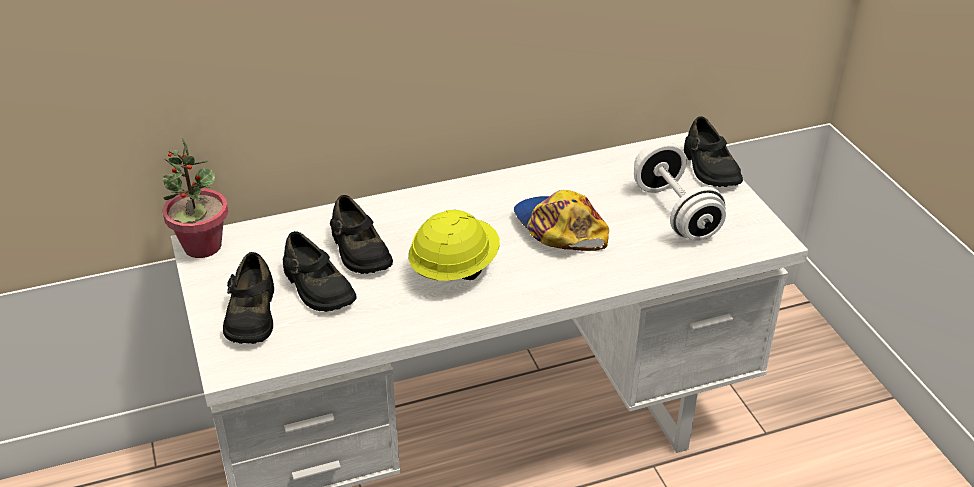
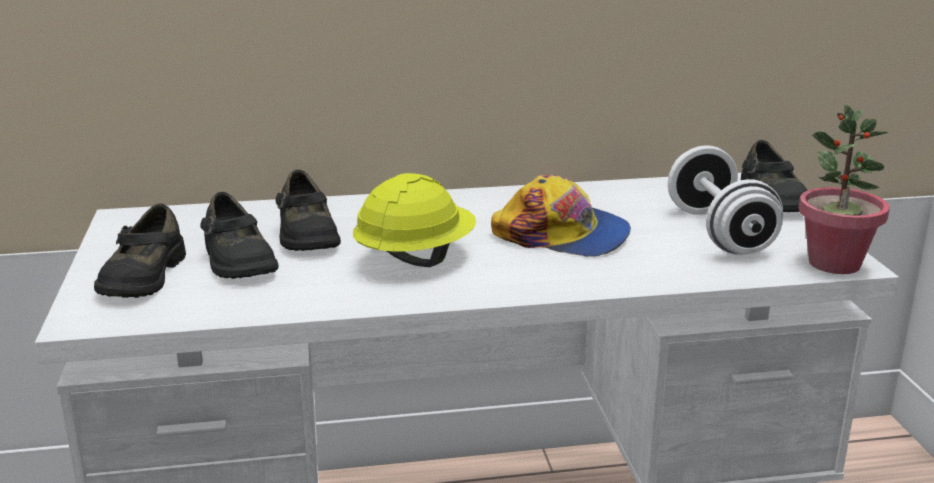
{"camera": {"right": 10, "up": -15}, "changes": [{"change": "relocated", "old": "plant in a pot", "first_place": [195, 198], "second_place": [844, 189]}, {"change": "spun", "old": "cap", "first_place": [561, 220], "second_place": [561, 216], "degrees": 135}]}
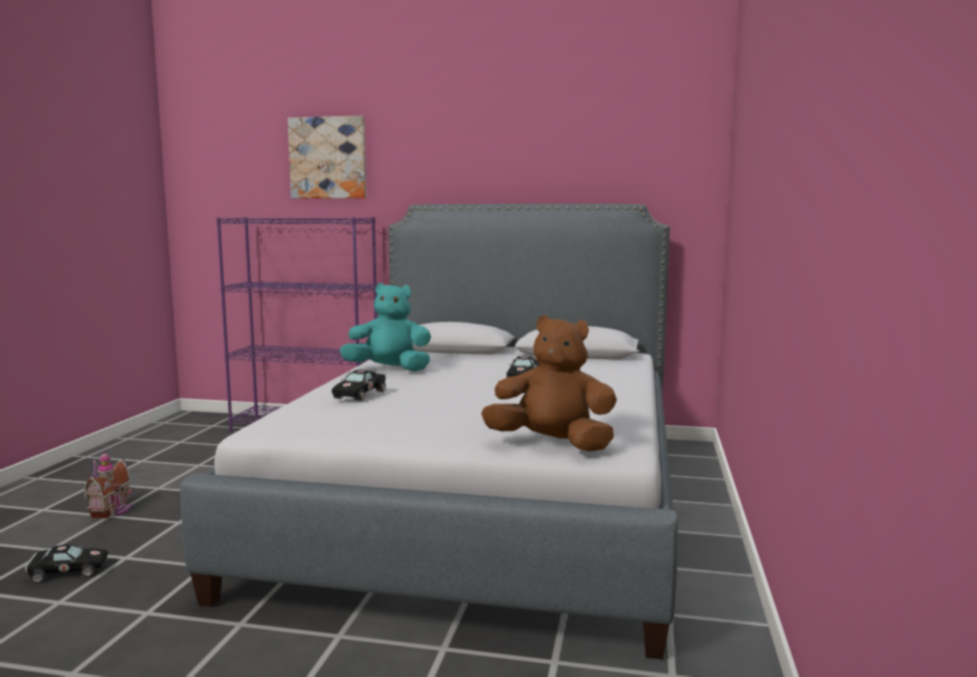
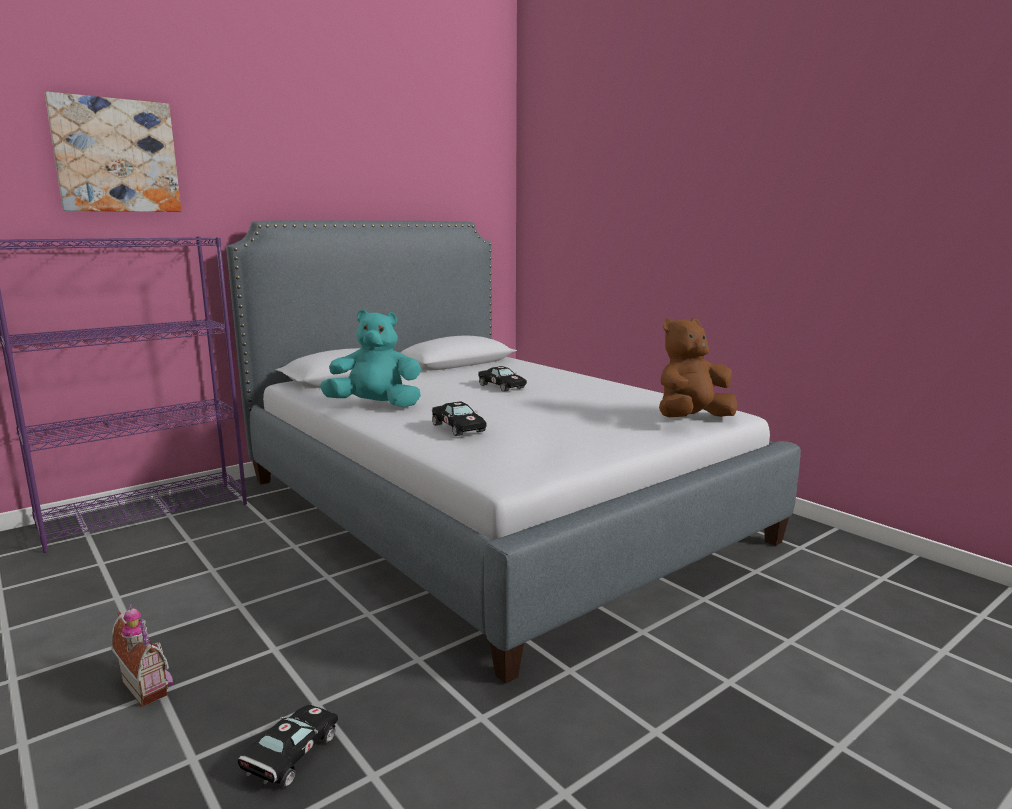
{"camera": {"right": -50, "up": 5}, "changes": [{"change": "spun", "old": "soft toy/blue-green", "first_place": [385, 327], "second_place": [370, 358], "degrees": 45}]}
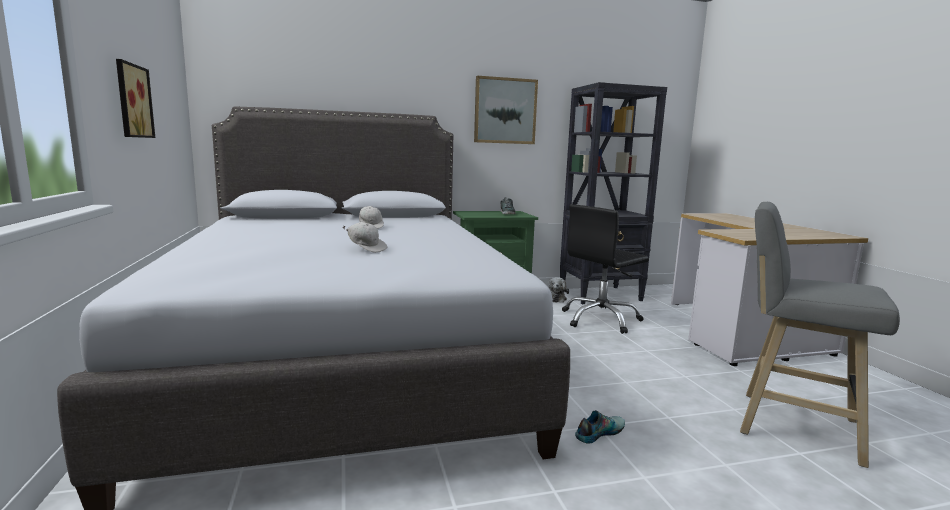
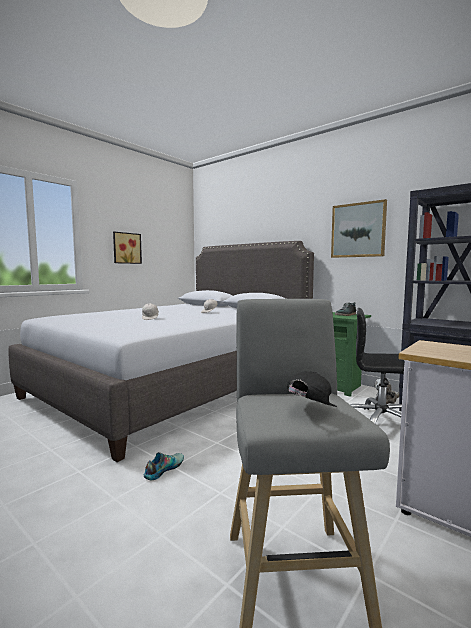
{"camera": {"right": 55, "up": -5}, "changes": [{"change": "spun", "old": "shoe", "first_place": [600, 427], "second_place": [164, 466], "degrees": -75}, {"change": "appeared", "new": "cap/blackish", "second_place": [312, 389]}]}
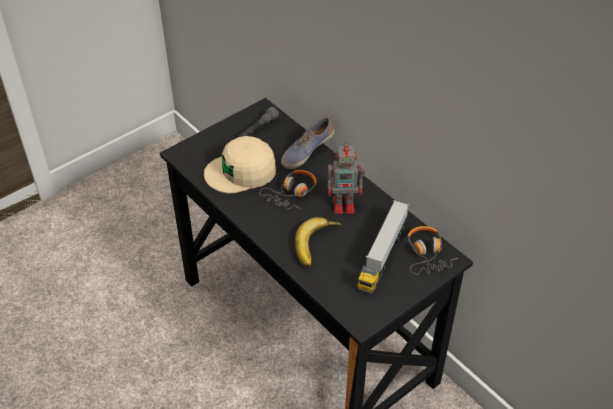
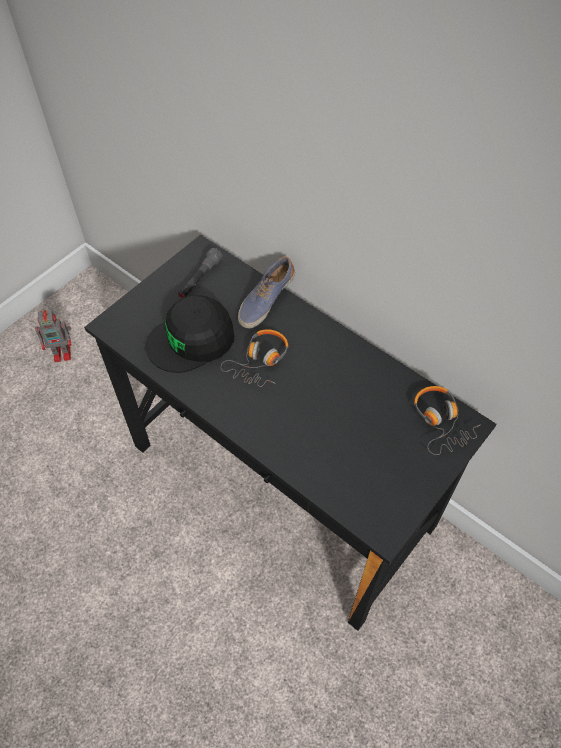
{"camera": {"right": -10, "up": 10}, "changes": [{"change": "colour", "old": "cap/sand-coloured", "new": "cap/blackish", "first_place": [240, 164], "second_place": [189, 334]}, {"change": "missing", "old": "banana fruit", "first_place": [318, 242]}, {"change": "relocated", "old": "robot figure", "first_place": [346, 178], "second_place": [53, 336]}, {"change": "missing", "old": "toy lorry", "first_place": [383, 247]}]}
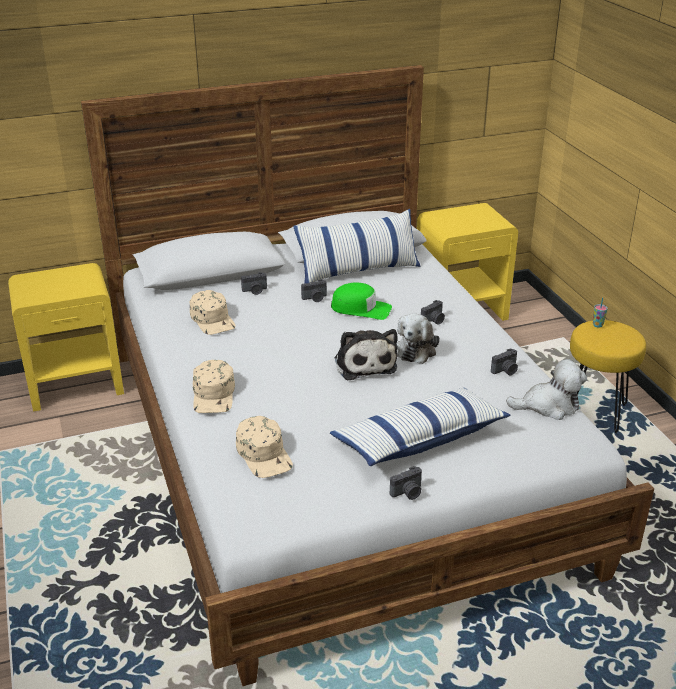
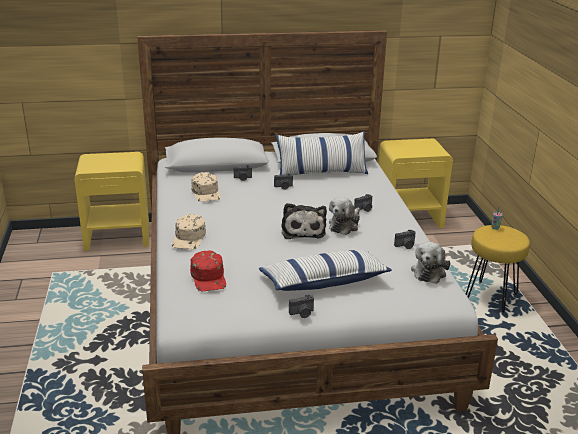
{"camera": {"right": 10, "up": -5}, "changes": [{"change": "colour", "old": "cap/sand-coloured", "new": "cap/red", "first_place": [264, 447], "second_place": [208, 270]}, {"change": "missing", "old": "cap/green", "first_place": [361, 301]}, {"change": "spun", "old": "soft toy", "first_place": [546, 389], "second_place": [430, 263], "degrees": 105}]}
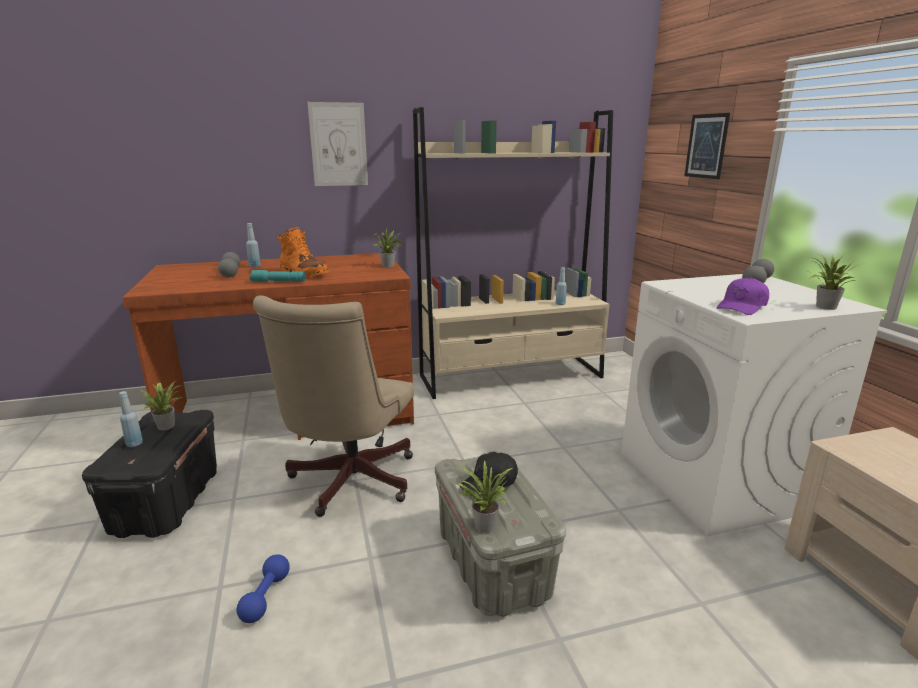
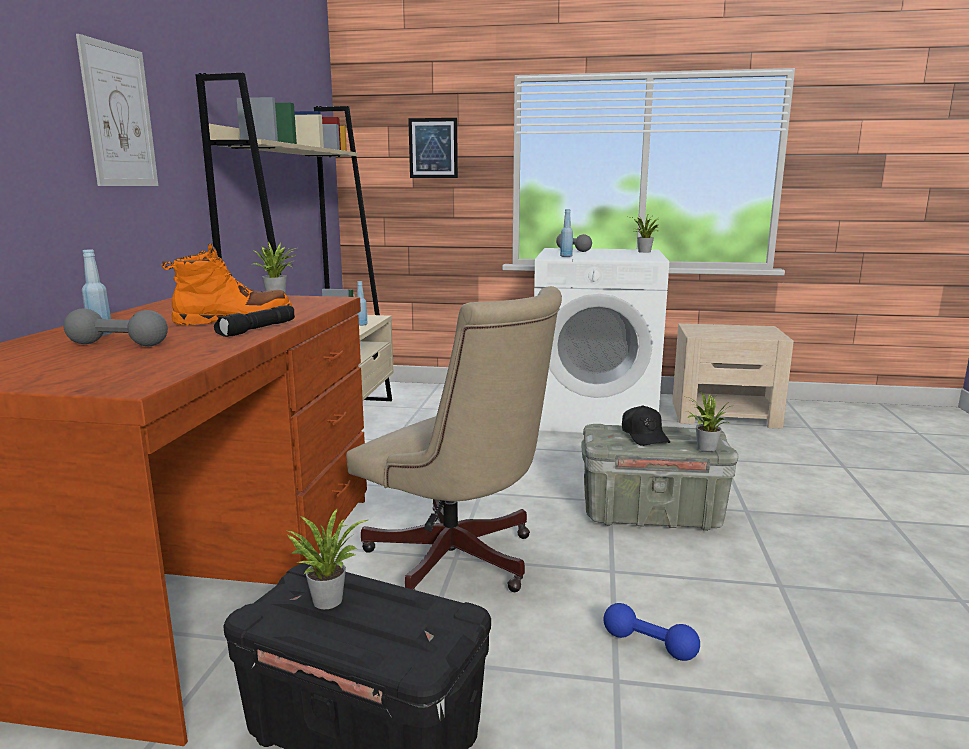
{"camera": {"right": -65, "up": -5}, "changes": [{"change": "relocated", "old": "bottle/bluish", "first_place": [131, 419], "second_place": [566, 233]}, {"change": "colour", "old": "torch/blue-green", "new": "torch/blackish", "first_place": [277, 276], "second_place": [254, 321]}, {"change": "missing", "old": "cap/purplish", "first_place": [742, 296]}]}
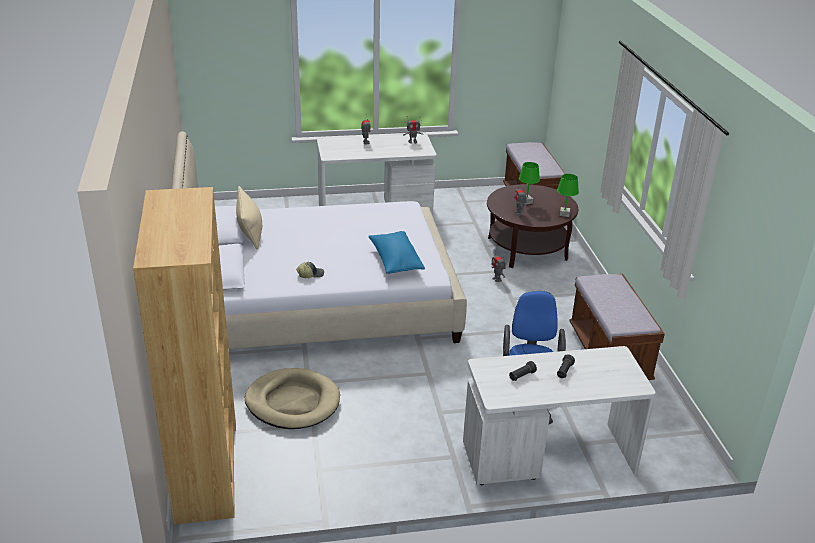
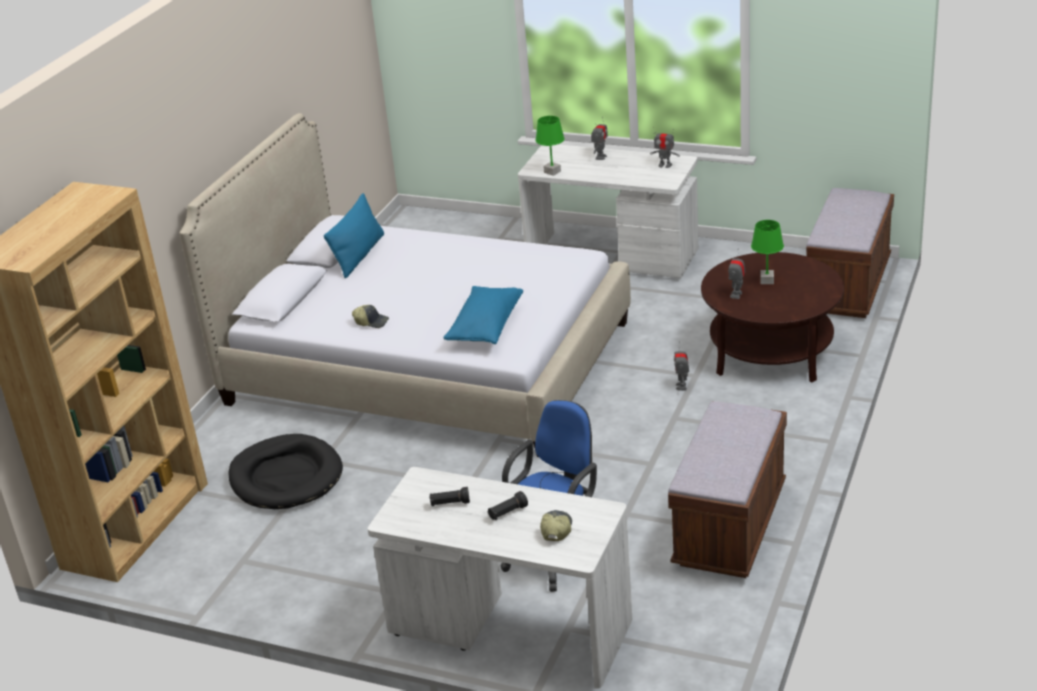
{"camera": {"right": 35, "up": 0}, "changes": [{"change": "colour", "old": "cushion/sand-coloured", "new": "cushion/bluish", "first_place": [249, 217], "second_place": [354, 235]}, {"change": "colour", "old": "dog cushion/sand-coloured", "new": "dog cushion/blackish", "first_place": [292, 398], "second_place": [286, 471]}, {"change": "relocated", "old": "table lamp/green", "first_place": [568, 195], "second_place": [550, 146]}, {"change": "appeared", "new": "cap", "second_place": [556, 525]}]}
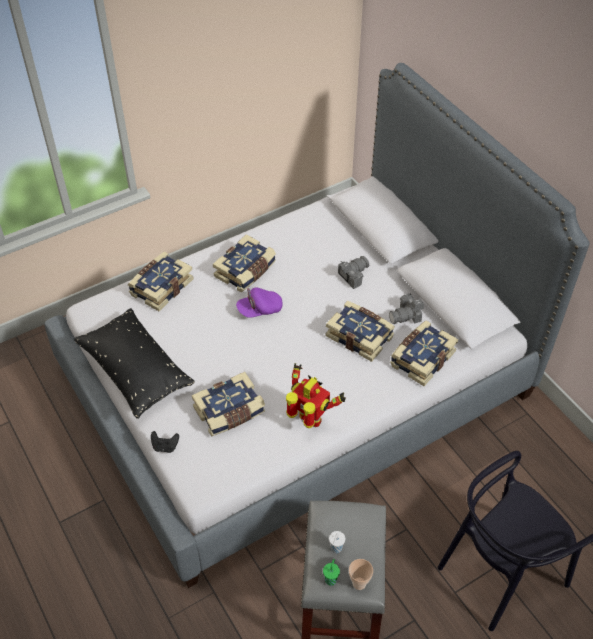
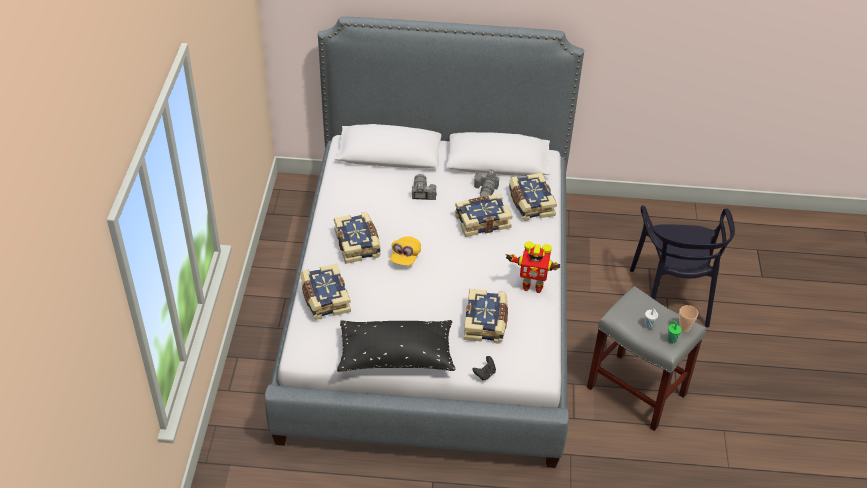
{"camera": {"right": -55, "up": -5}, "changes": [{"change": "colour", "old": "cap/purplish", "new": "cap/yellowish", "first_place": [259, 302], "second_place": [405, 251]}, {"change": "spun", "old": "robot figure", "first_place": [316, 395], "second_place": [533, 267], "degrees": -150}]}
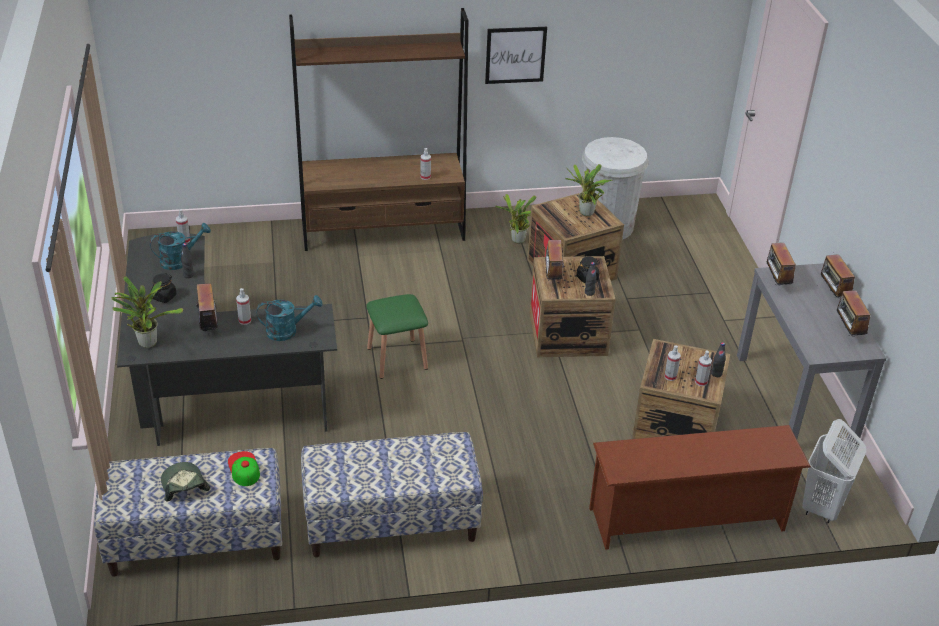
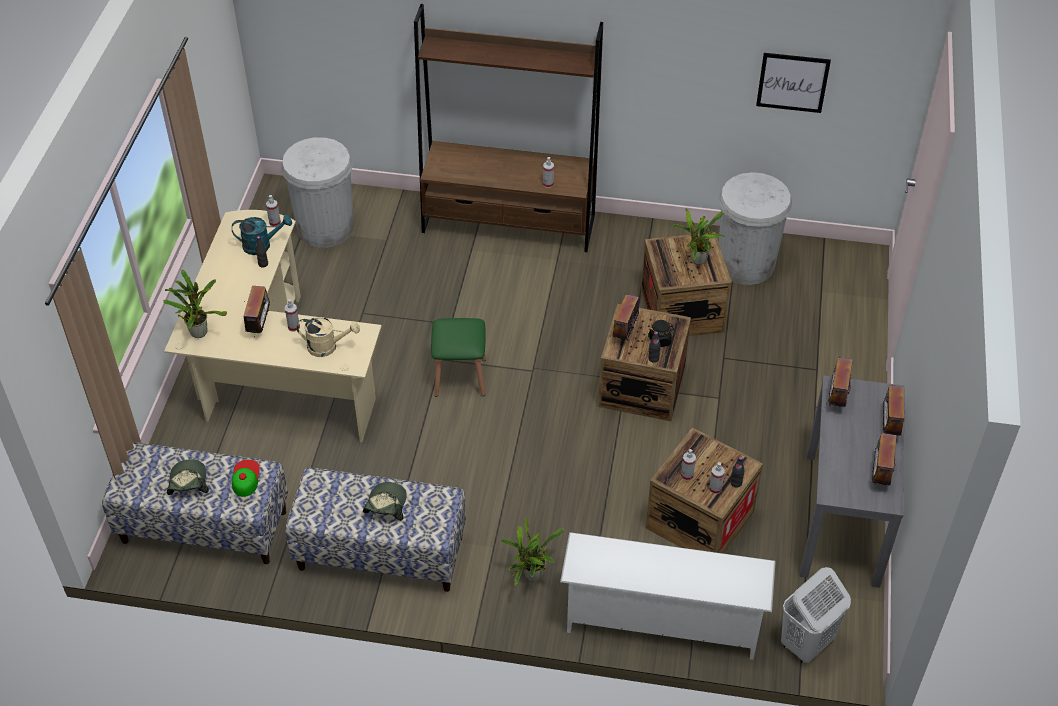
{"camera": {"right": 20, "up": 10}, "changes": [{"change": "colour", "old": "desk unit/blackish", "new": "desk unit/sand-coloured", "first_place": [227, 340], "second_place": [273, 326]}, {"change": "missing", "old": "storage jar/blackish", "first_place": [164, 288]}, {"change": "colour", "old": "watering can/blue-green", "new": "watering can/sand-coloured", "first_place": [289, 318], "second_place": [328, 337]}, {"change": "relocated", "old": "wall picture", "first_place": [516, 55], "second_place": [793, 83]}, {"change": "relocated", "old": "plant in a pot", "first_place": [516, 218], "second_place": [532, 552]}, {"change": "colour", "old": "shoe shelf/brownish", "new": "shoe shelf/white", "first_place": [700, 487], "second_place": [668, 596]}, {"change": "appeared", "new": "waste bin/white", "second_place": [317, 192]}, {"change": "appeared", "new": "cap", "second_place": [385, 501]}]}
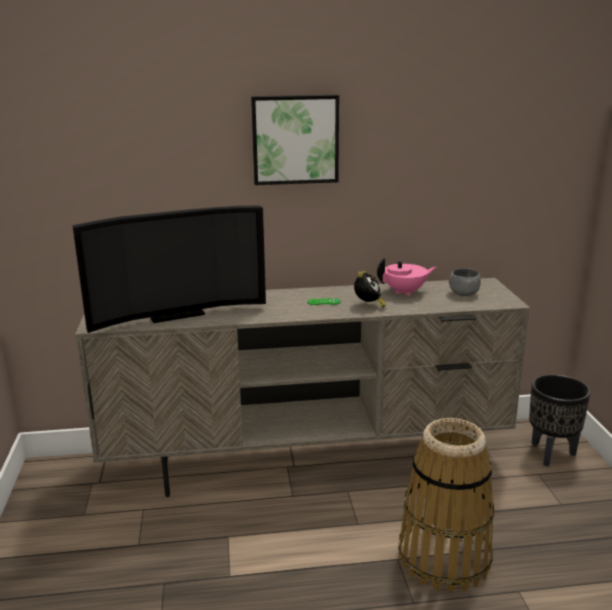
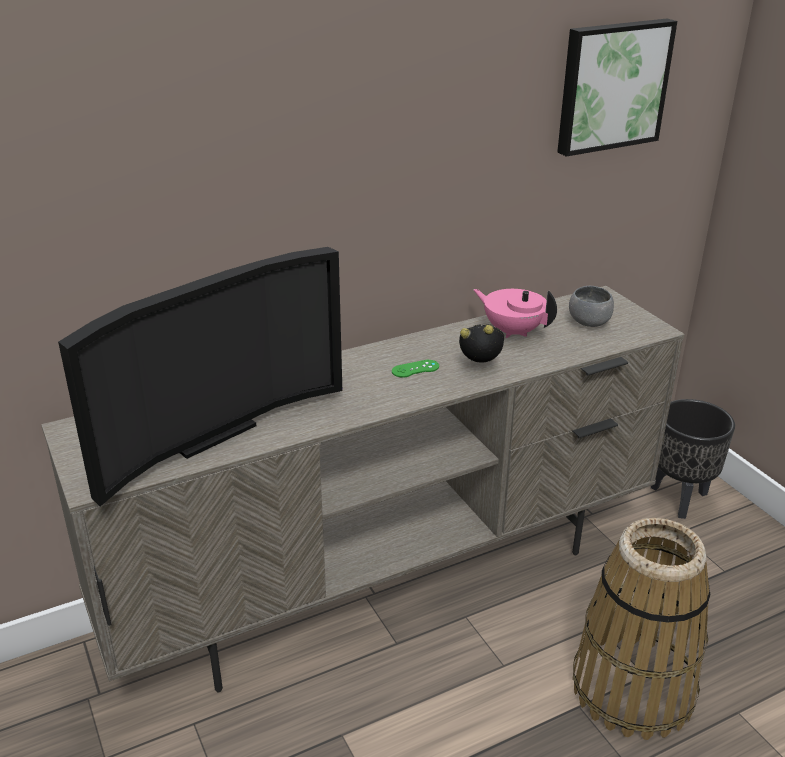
{"camera": {"right": -20, "up": 10}, "changes": [{"change": "relocated", "old": "wall picture", "first_place": [295, 140], "second_place": [617, 88]}, {"change": "spun", "old": "bedside clock", "first_place": [370, 289], "second_place": [481, 343], "degrees": -75}, {"change": "spun", "old": "teapot/pinkish", "first_place": [406, 277], "second_place": [515, 313], "degrees": -105}]}
